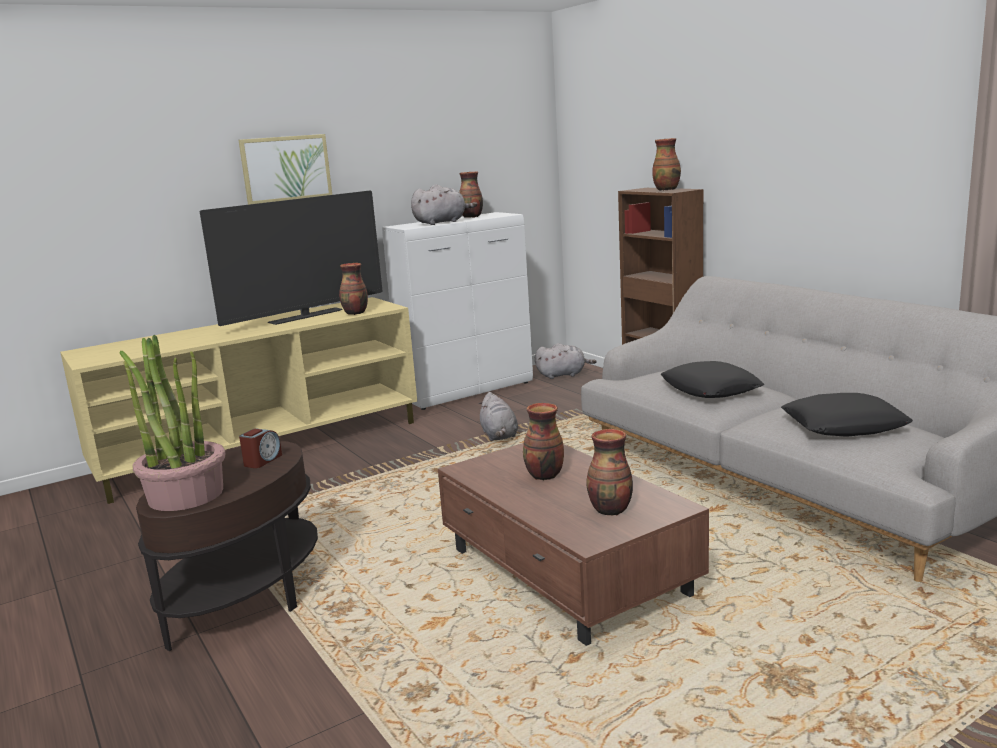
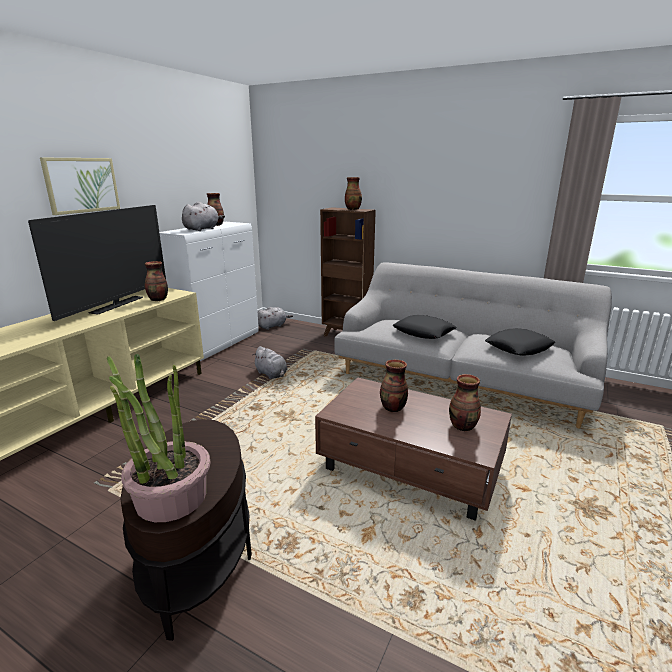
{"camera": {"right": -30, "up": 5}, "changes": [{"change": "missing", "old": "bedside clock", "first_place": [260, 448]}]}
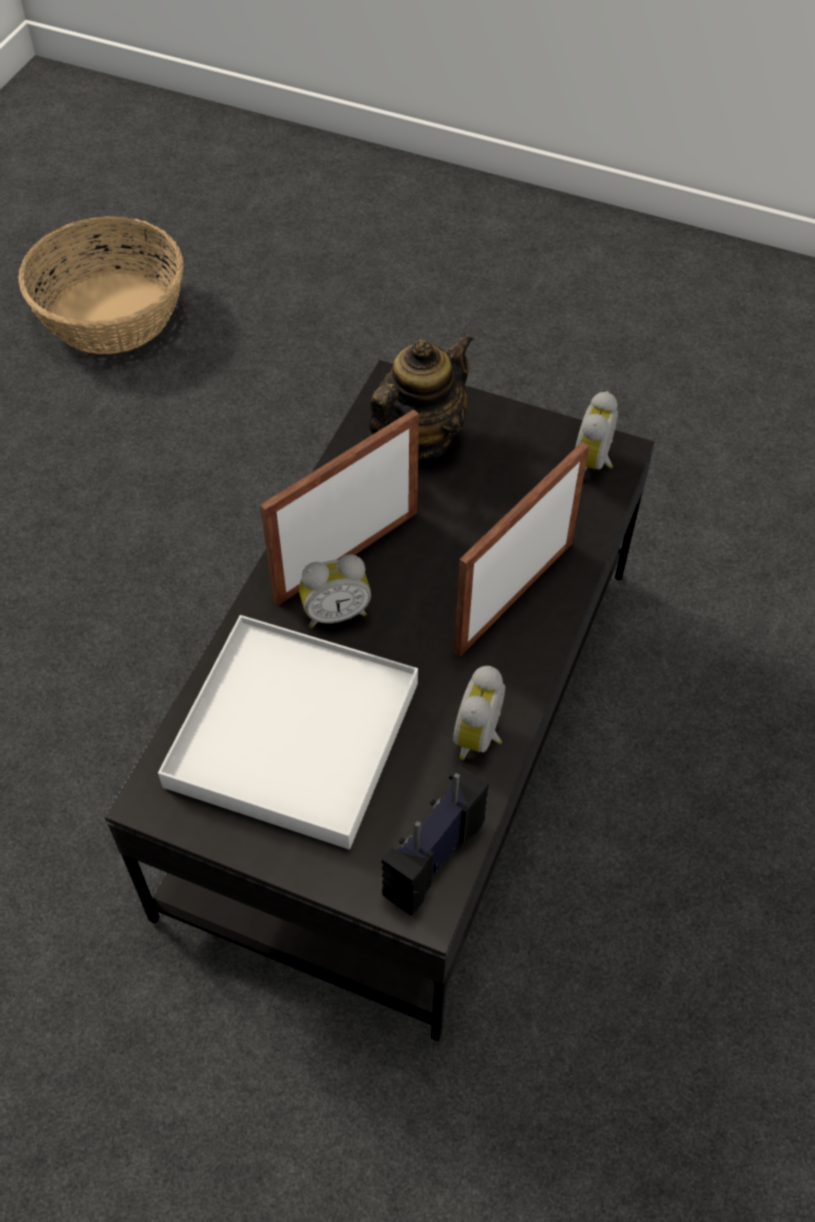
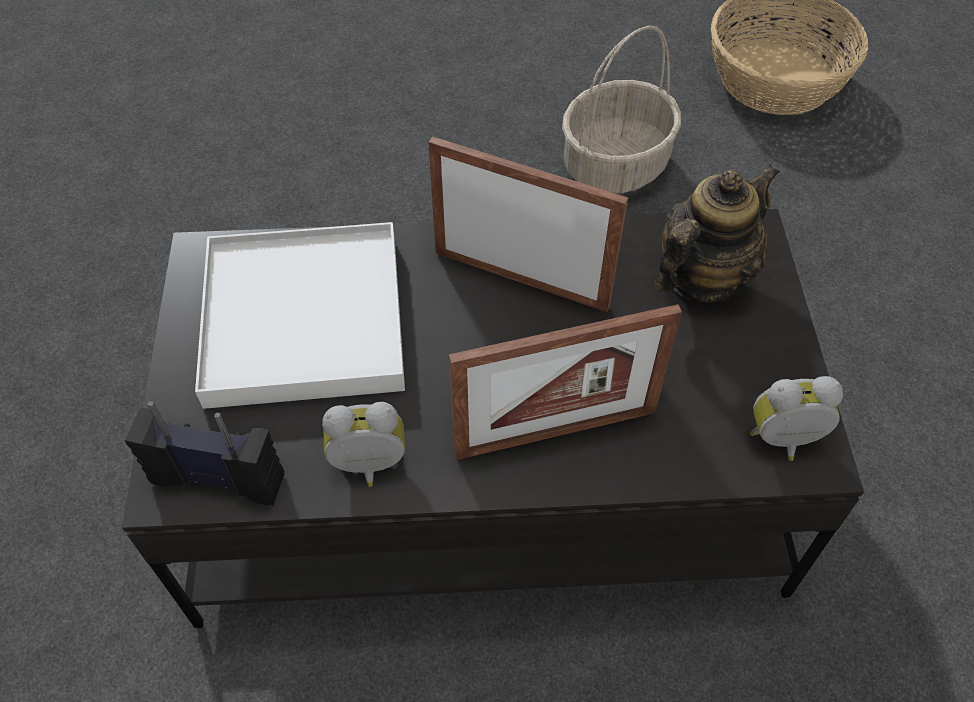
{"camera": {"right": 65, "up": 0}, "changes": [{"change": "missing", "old": "bedside clock", "first_place": [335, 591]}, {"change": "spun", "old": "teapot", "first_place": [421, 396], "second_place": [717, 233], "degrees": -60}, {"change": "spun", "old": "standing frame", "first_place": [521, 549], "second_place": [565, 382], "degrees": 150}, {"change": "appeared", "new": "basket", "second_place": [621, 109]}]}
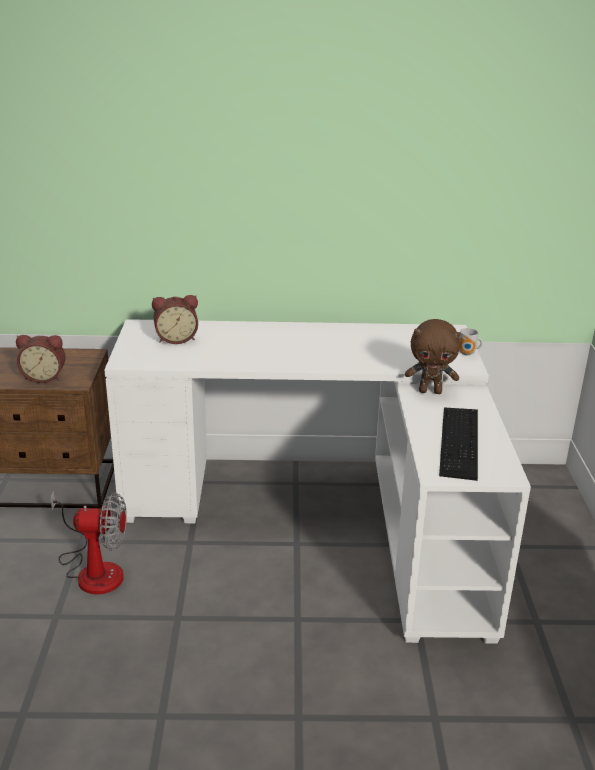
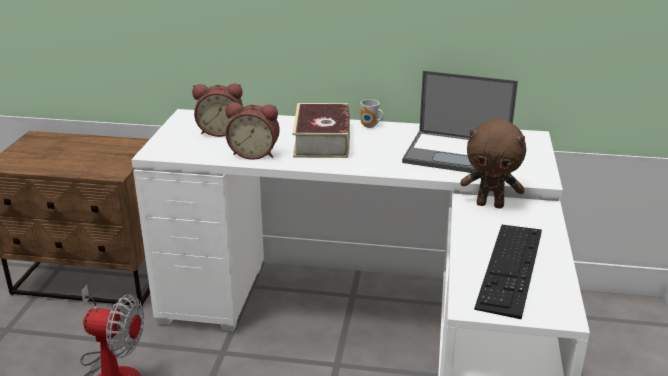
{"camera": {"right": 10, "up": 0}, "changes": [{"change": "relocated", "old": "bedside clock", "first_place": [41, 359], "second_place": [253, 131]}, {"change": "relocated", "old": "tea mug", "first_place": [471, 341], "second_place": [372, 113]}, {"change": "appeared", "new": "book", "second_place": [321, 130]}, {"change": "appeared", "new": "notebook computer", "second_place": [460, 121]}]}
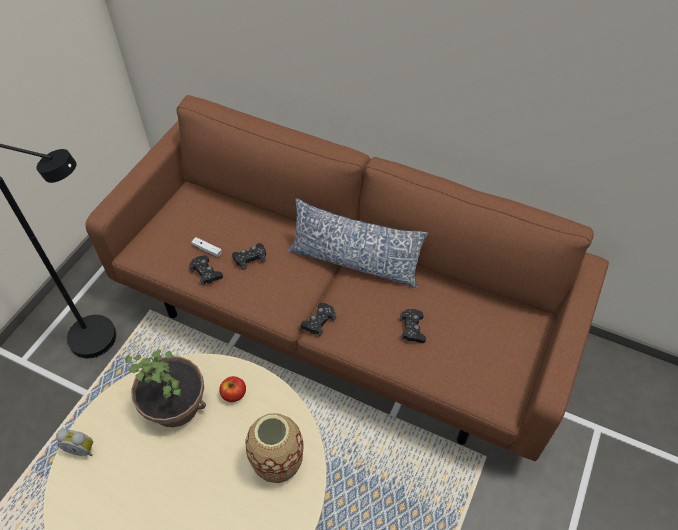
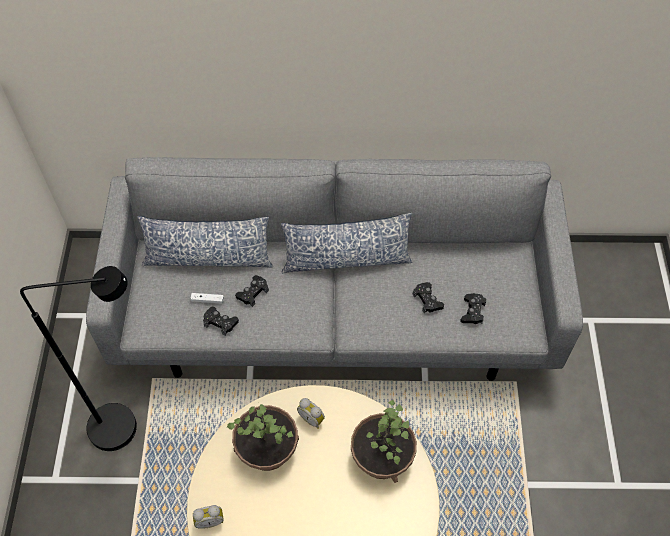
{"camera": {"right": -25, "up": 5}, "changes": [{"change": "colour", "old": "settee/brownish", "new": "settee/gray", "first_place": [347, 278], "second_place": [334, 269]}, {"change": "exchanged", "old": "apple fruit", "new": "bedside clock", "first_place": [232, 389], "second_place": [311, 413]}, {"change": "exchanged", "old": "vase", "new": "plant in a pot", "first_place": [274, 448], "second_place": [384, 441]}, {"change": "relocated", "old": "gamepad/blackish", "first_place": [318, 319], "second_place": [473, 308]}, {"change": "appeared", "new": "cushion", "second_place": [205, 241]}]}
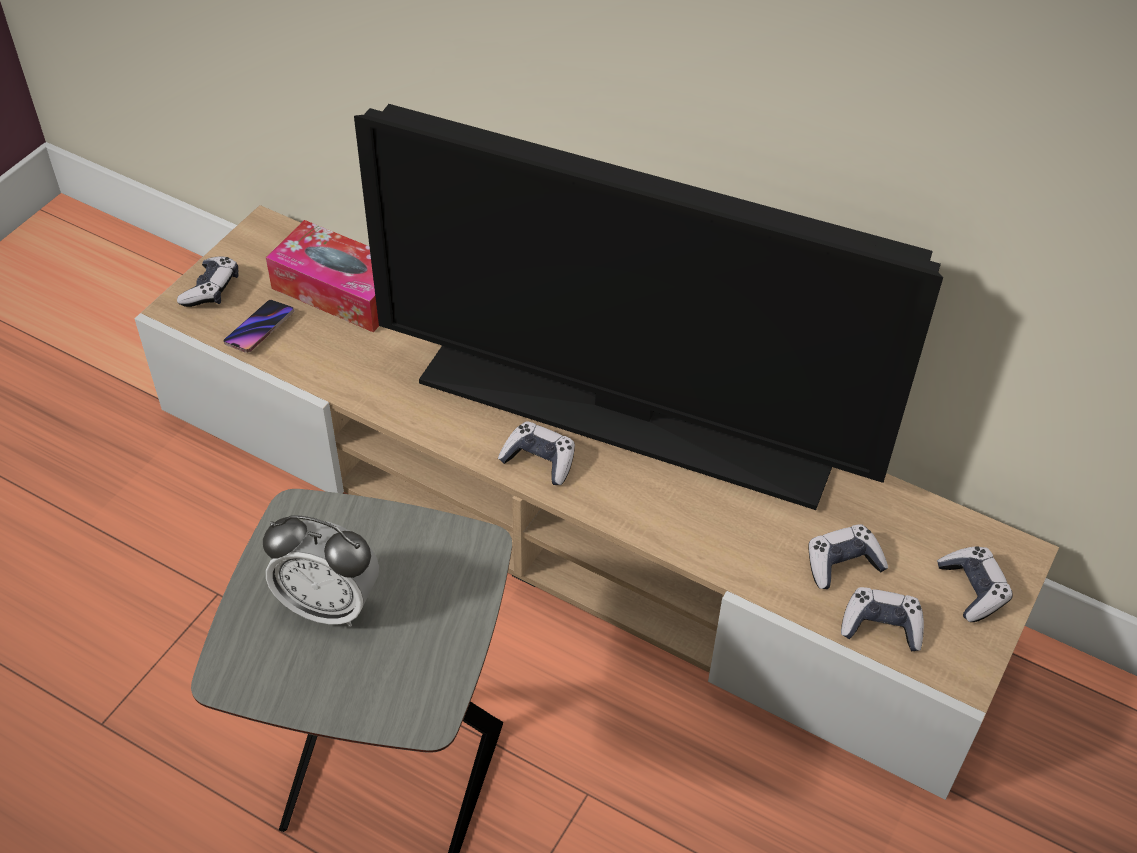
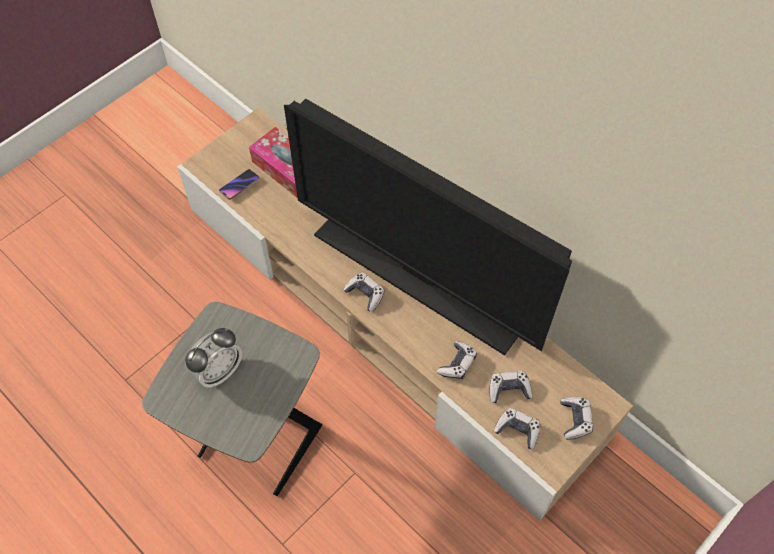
{"camera": {"right": 15, "up": 10}, "changes": [{"change": "relocated", "old": "gamepad", "first_place": [208, 281], "second_place": [457, 360]}, {"change": "spun", "old": "bedside clock", "first_place": [321, 571], "second_place": [213, 358], "degrees": -75}]}
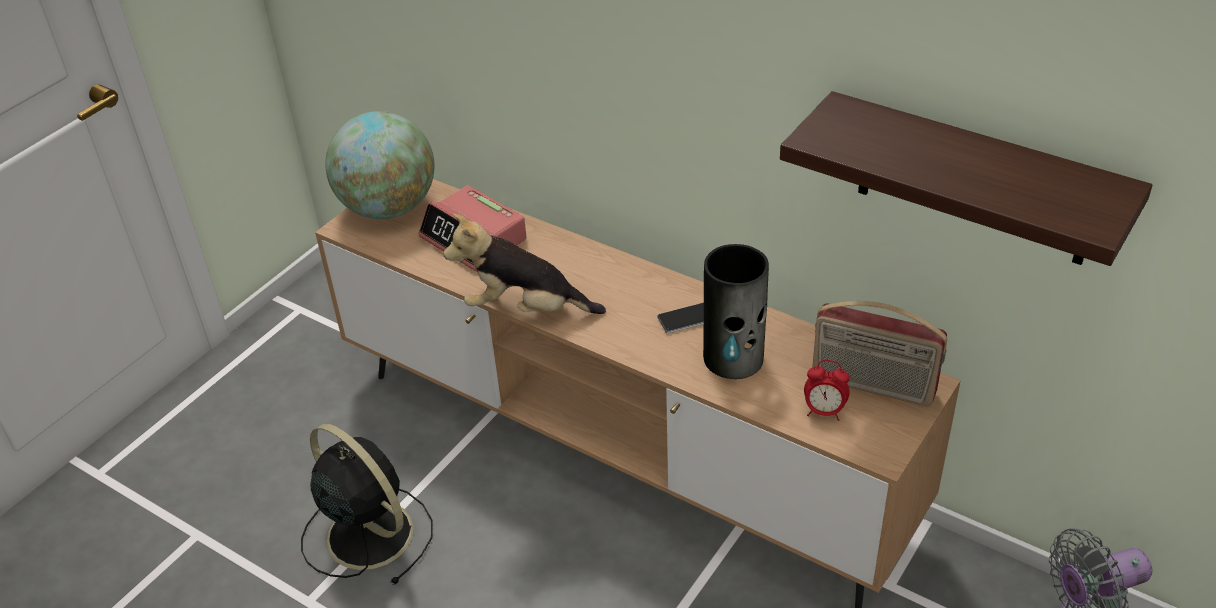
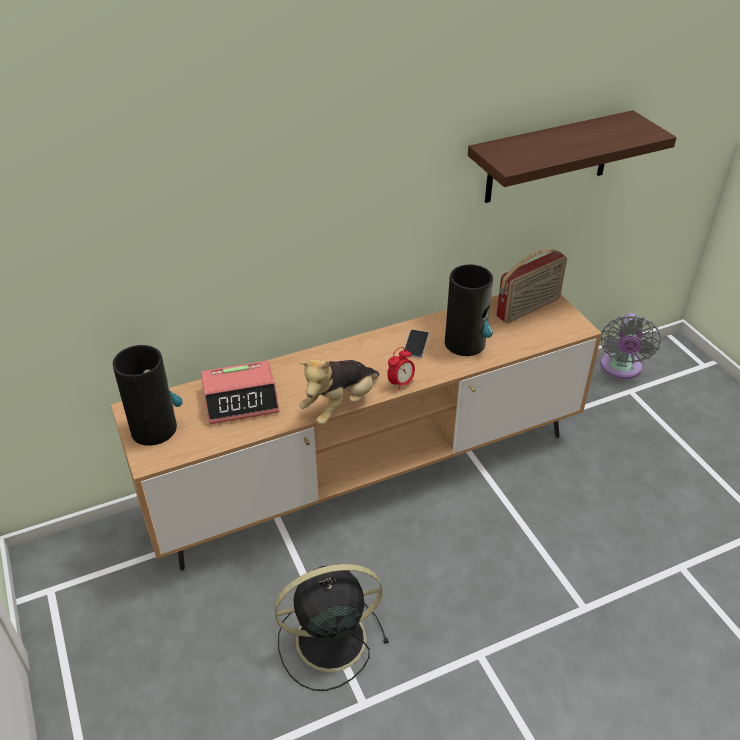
{"camera": {"right": -60, "up": 0}, "changes": [{"change": "exchanged", "old": "globe", "new": "vase", "first_place": [380, 165], "second_place": [148, 395]}, {"change": "relocated", "old": "bedside clock", "first_place": [827, 390], "second_place": [401, 369]}]}
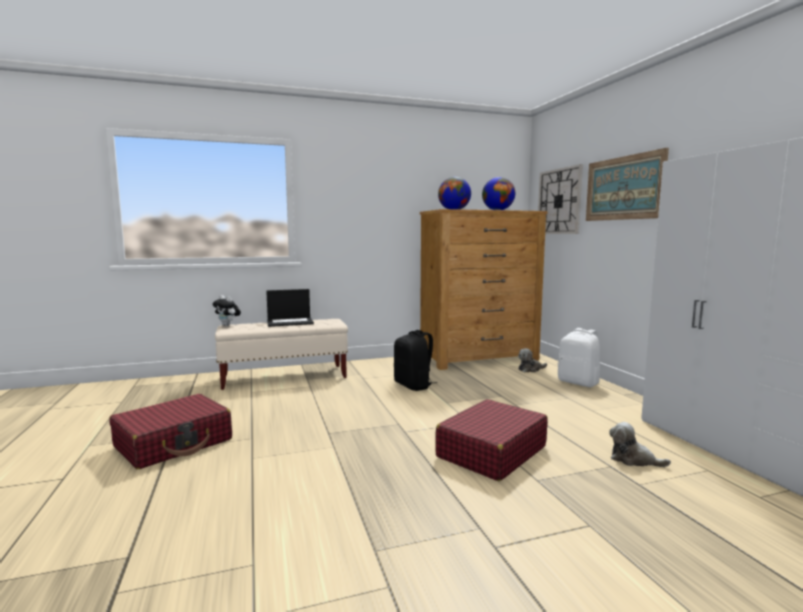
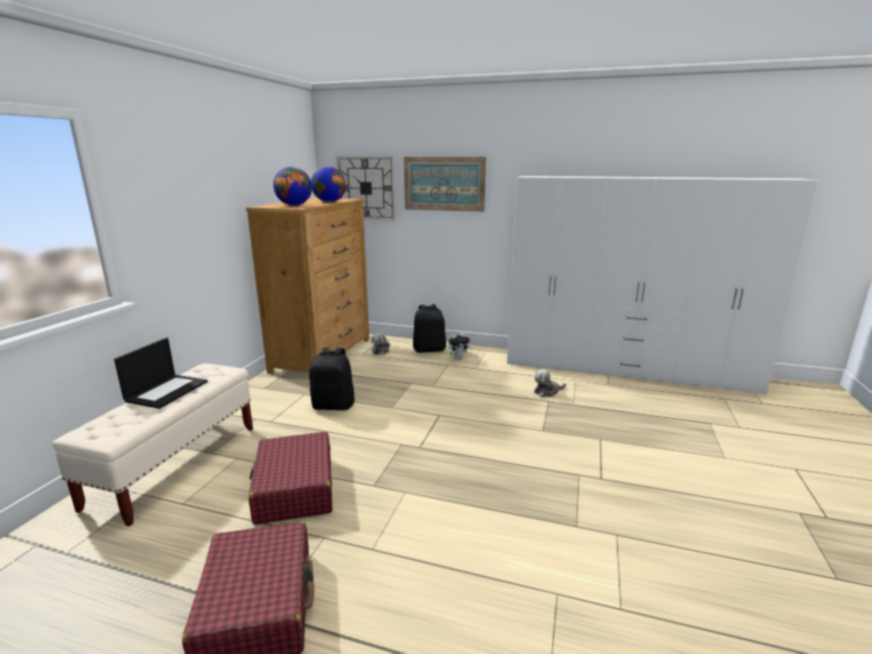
{"camera": {"right": -55, "up": 10}, "changes": [{"change": "relocated", "old": "soft toy", "first_place": [227, 310], "second_place": [459, 346]}, {"change": "relocated", "old": "suitcase/red", "first_place": [491, 440], "second_place": [290, 478]}, {"change": "colour", "old": "backpack/white", "new": "backpack/blackish", "first_place": [579, 357], "second_place": [429, 328]}]}
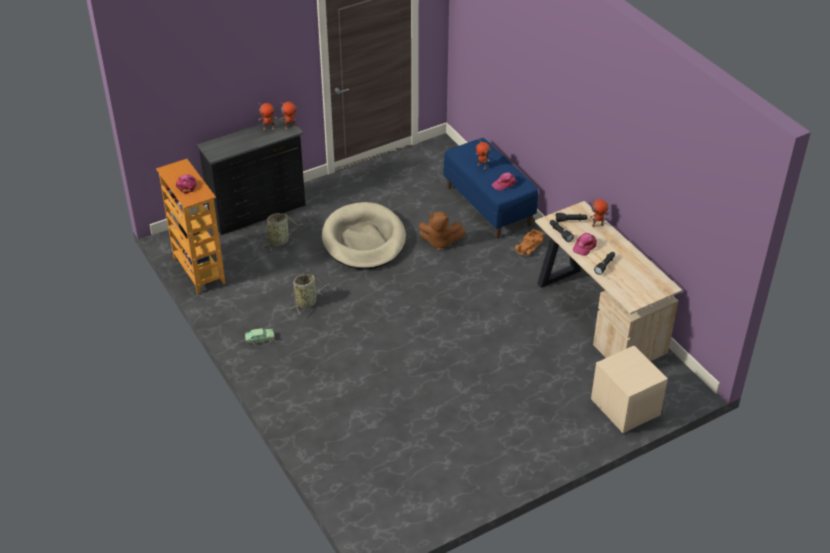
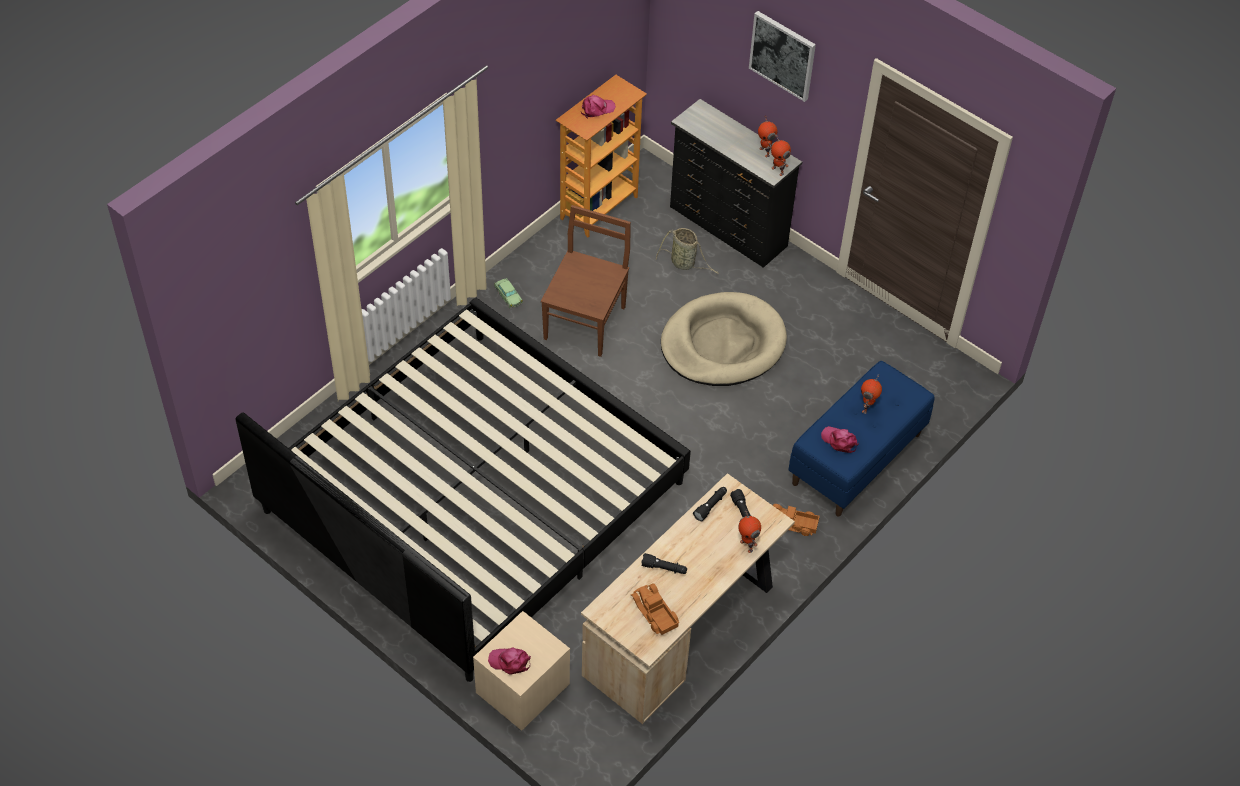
{"camera": {"right": 70, "up": 10}, "changes": [{"change": "exchanged", "old": "basket", "new": "chair/brownish", "first_place": [309, 294], "second_place": [586, 281]}, {"change": "missing", "old": "soft toy/brownish", "first_place": [442, 231]}, {"change": "relocated", "old": "cap/pinkish", "first_place": [585, 244], "second_place": [509, 660]}, {"change": "appeared", "new": "sleeping bed", "second_place": [463, 490]}, {"change": "appeared", "new": "toy lorry", "second_place": [655, 609]}, {"change": "appeared", "new": "wall picture", "second_place": [782, 56]}]}
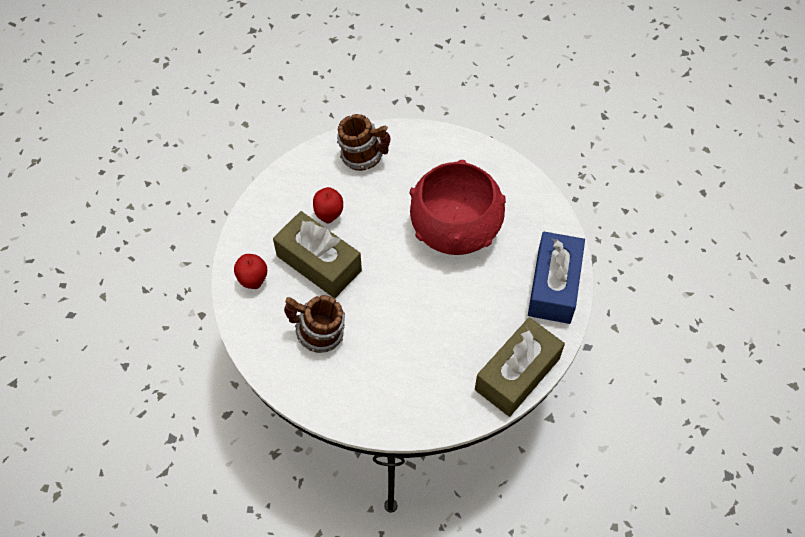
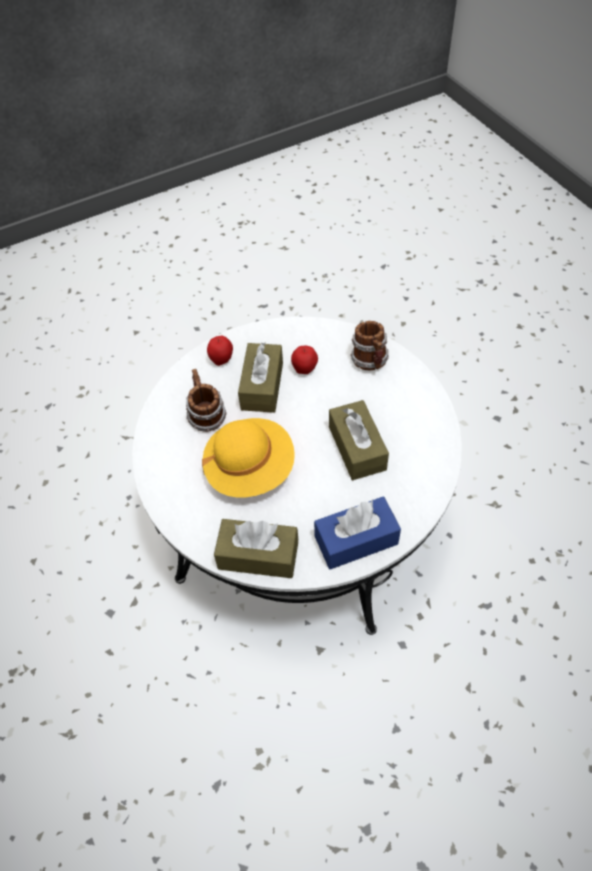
{"camera": {"right": 60, "up": -5}, "changes": [{"change": "exchanged", "old": "serving bowl/red", "new": "tissue box/brownish", "first_place": [457, 207], "second_place": [359, 440]}, {"change": "appeared", "new": "hat/yellowish", "second_place": [248, 457]}]}
